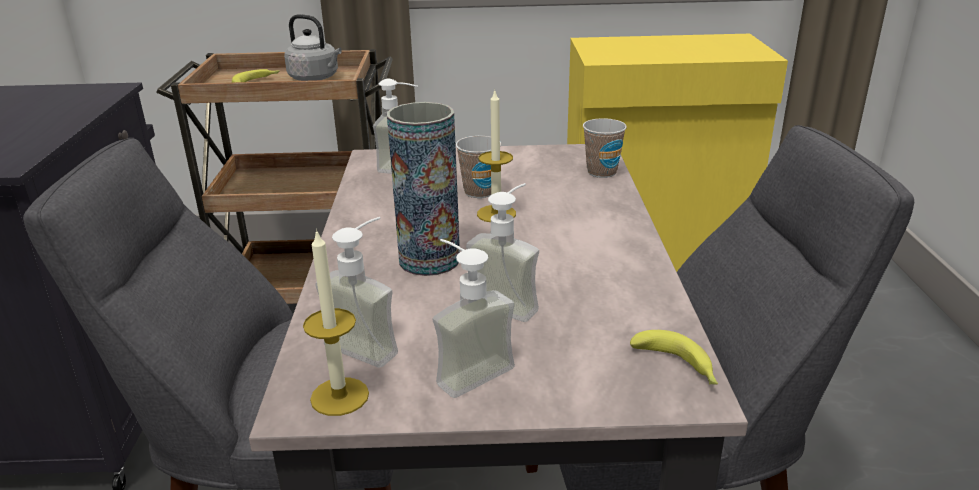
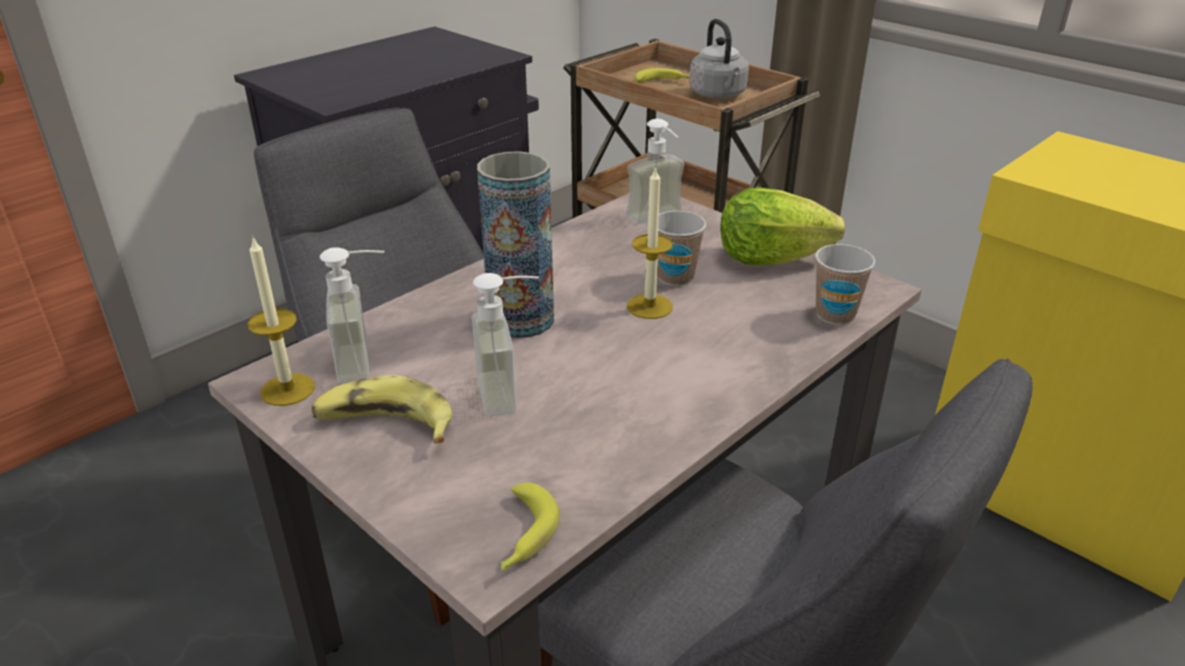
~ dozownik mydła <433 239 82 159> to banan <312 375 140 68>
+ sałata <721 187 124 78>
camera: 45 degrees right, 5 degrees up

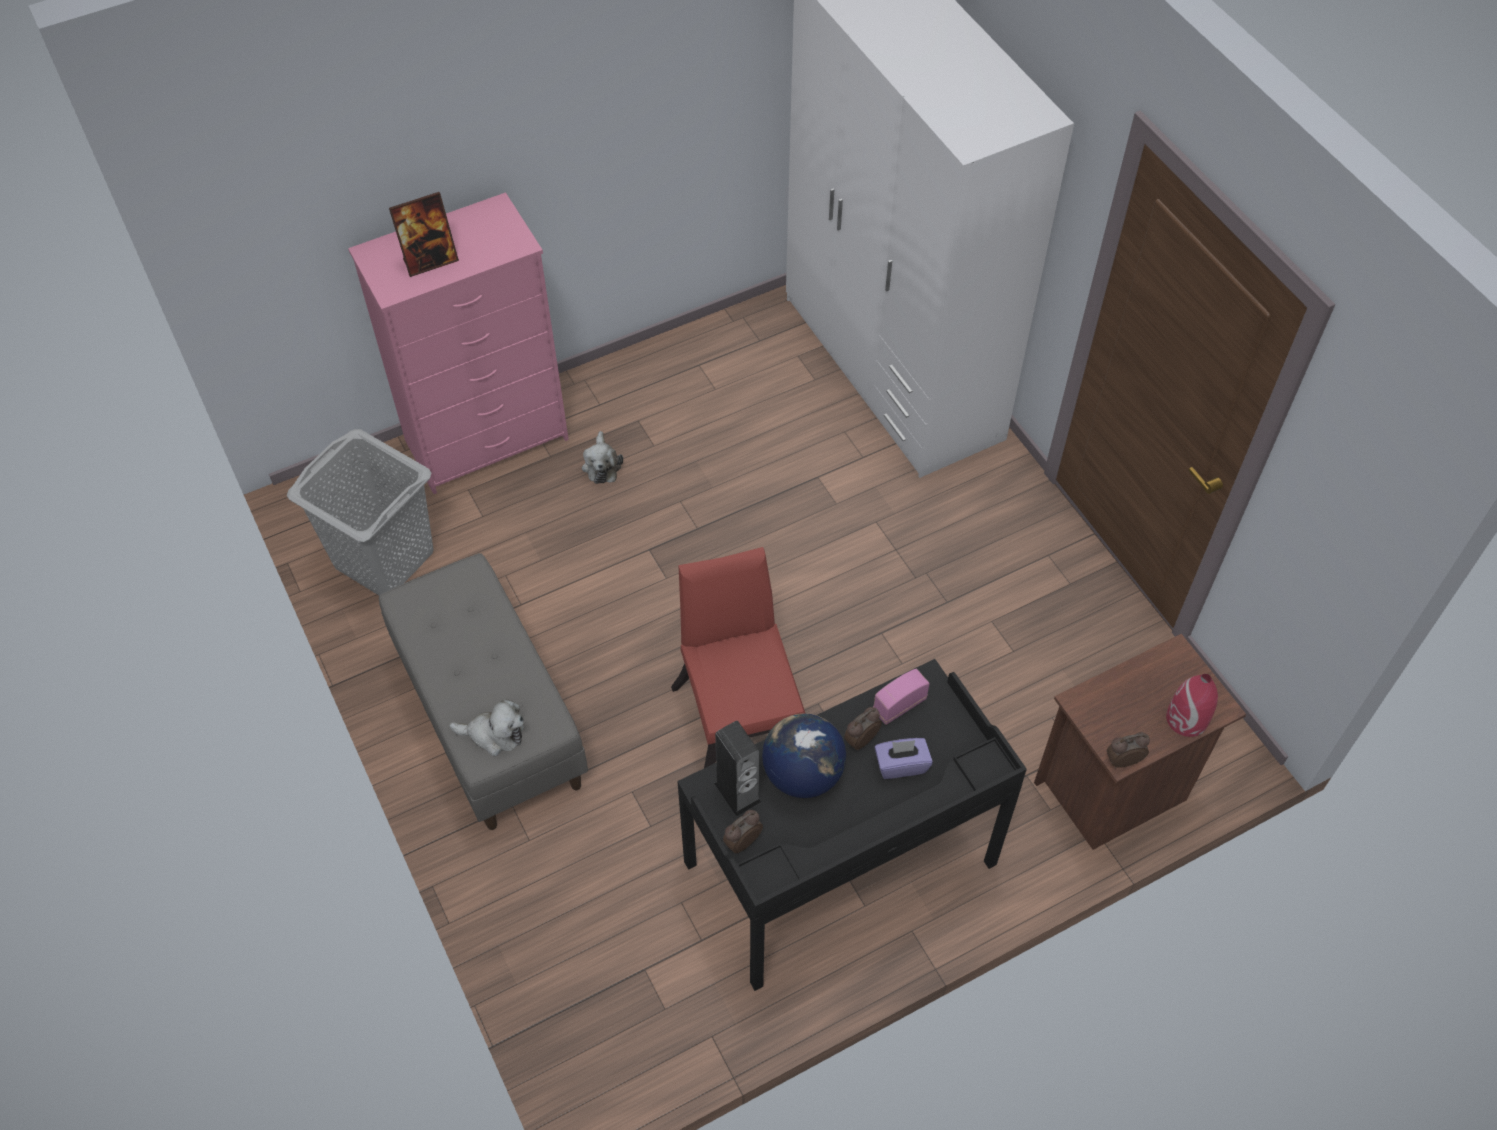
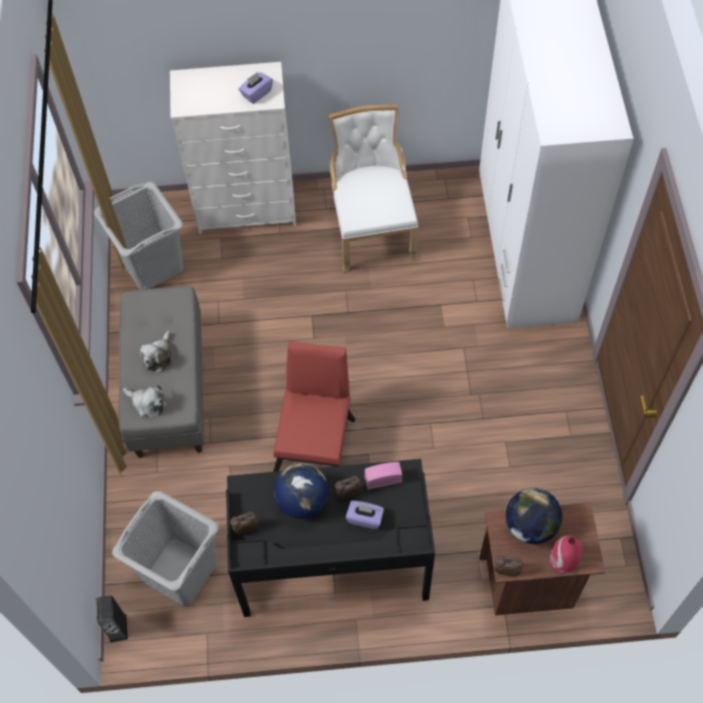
~ komoda [różowy] <348 192 221 302> to komoda [biały] <170 62 126 172>
- ramka na zdjęcie <389 192 70 85>
~ pluszak <582 431 41 53> to <140 330 32 43>
~ głośnik <714 721 48 95> to <96 595 32 47>
+ pudełko chusteczek [fioletowy] <239 72 34 32>
+ krzesło [biały] <329 105 89 168>
+ globus <506 488 56 56>
+ kosz na pranie [szary] <112 491 107 115>
camera: 25 degrees right, 5 degrees up

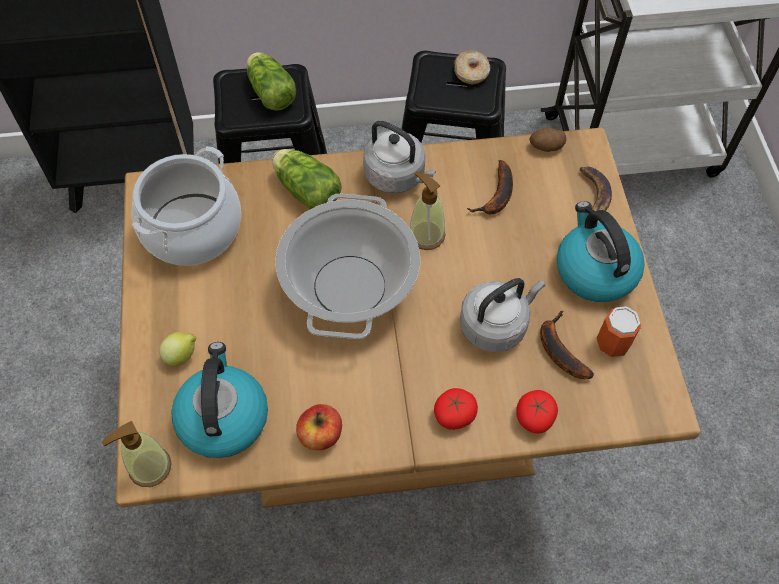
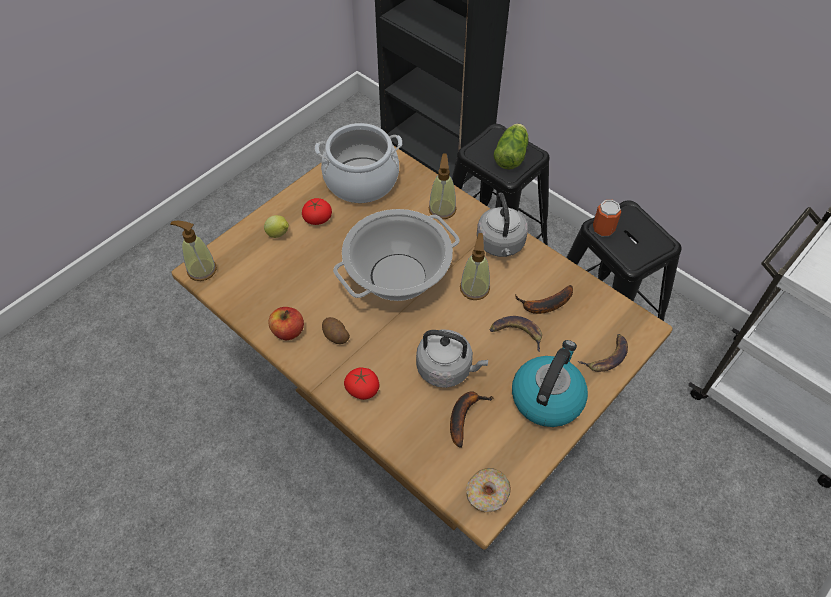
~ donut <454 50 36 35> to <466 468 45 44>
~ ziemniak <530 127 36 25> to <322 317 28 27>
~ sałata <272 149 70 61> to dozownik mydła <429 154 27 65>
~ puszka <597 306 44 51> to <593 200 28 36>
- czajnik <171 342 97 116>
~ pomidor <516 390 42 44> to <302 198 30 27>
+ banan <490 316 52 36>
camera: 50 degrees right, 5 degrees down

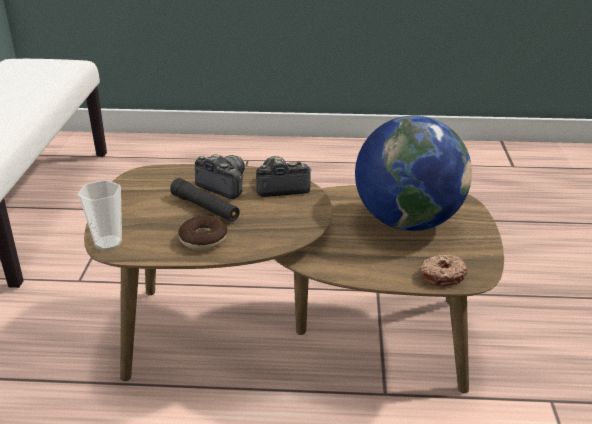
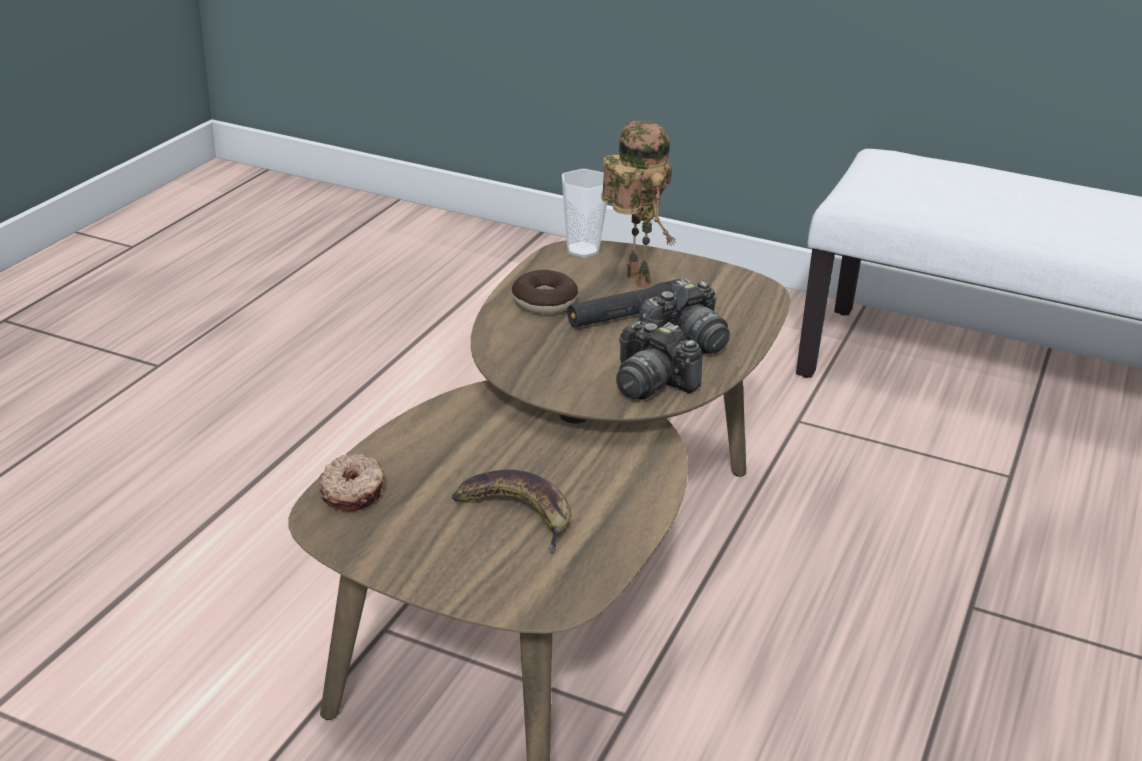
~ globus <355 115 117 116> to banan <452 470 119 84>
~ aparat fotograficzny <256 156 56 41> = <616 321 87 78> 120 degrees clockwise
+ robot zabawkowy <601 121 75 167>
camera: 110 degrees right, 0 degrees up

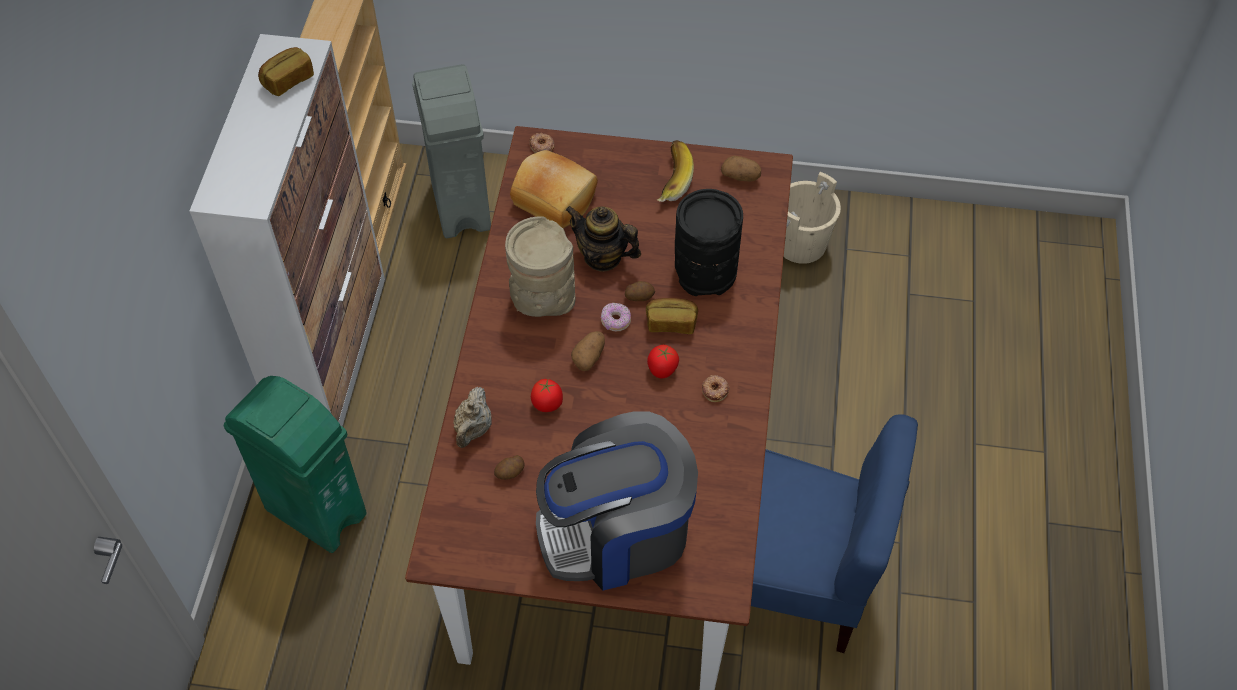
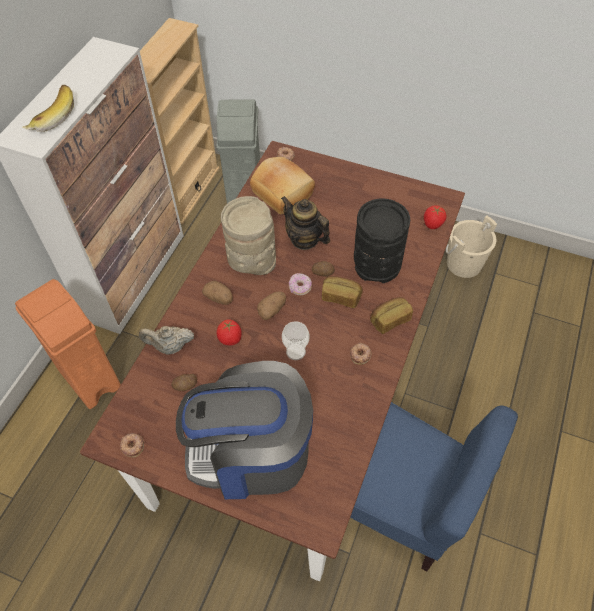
~ chleb <258 47 56 49> to <370 297 43 37>
~ banan <657 140 37 62> to <23 85 51 47>
~ ziemniak <721 156 40 25> to <202 281 31 24>
~ pomidor <647 345 32 33> to <424 205 23 24>
~ kosz na śmieci [zielony] <223 376 144 177> to kosz na śmieci [pomarańczowy] <15 279 106 130>
~ imbryk [beżowy] <453 387 39 61> = <139 326 55 28> 60 degrees clockwise
+ filiżanka <282 321 27 39>
+ donut <120 433 24 25>
camera: 15 degrees right, 0 degrees up

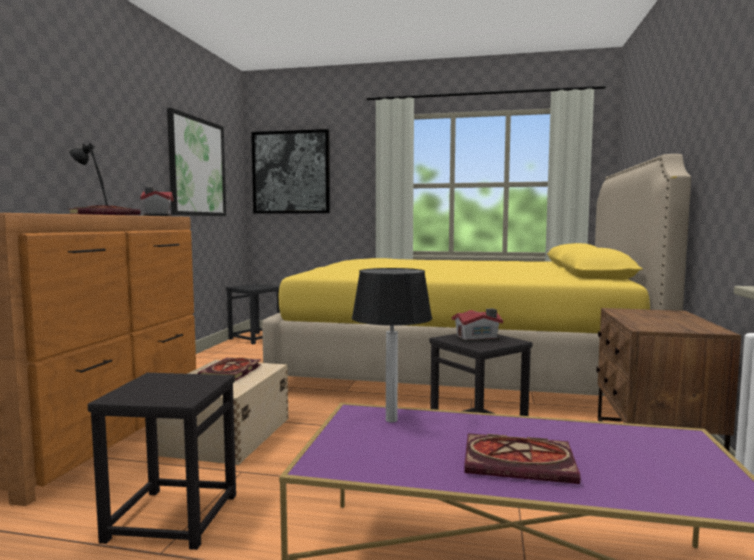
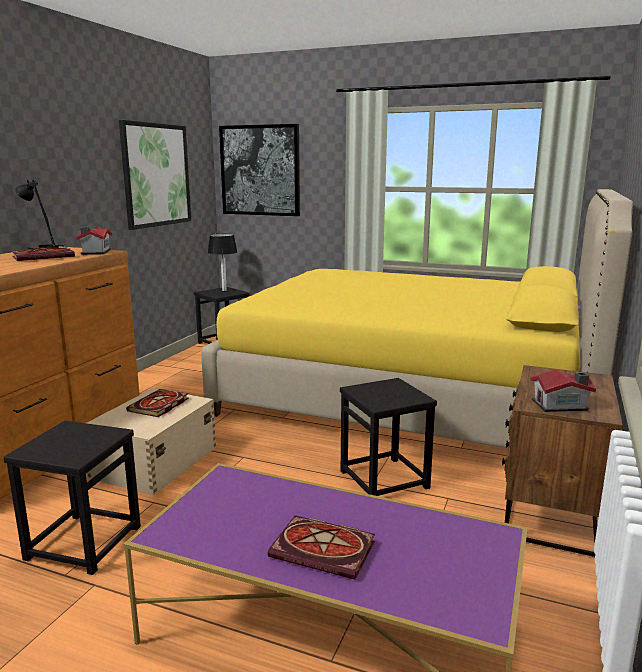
~ lampa stołowa <352 268 80 154> to <208 234 29 57>
~ domek <452 309 51 33> to <530 370 66 42>
camera: 10 degrees right, 10 degrees up

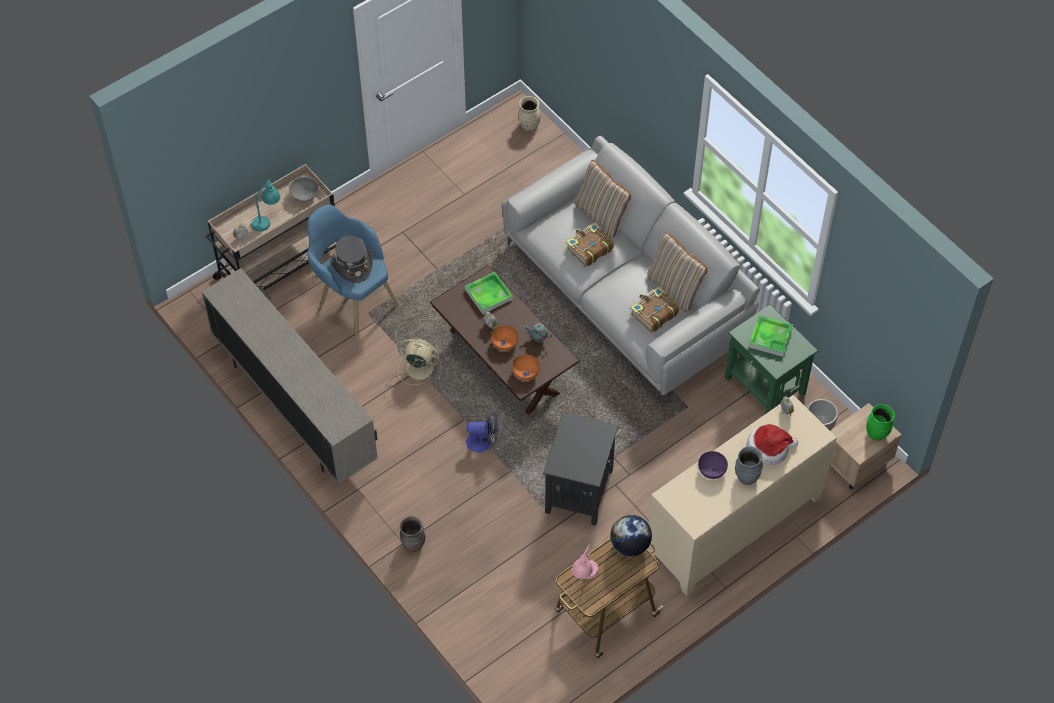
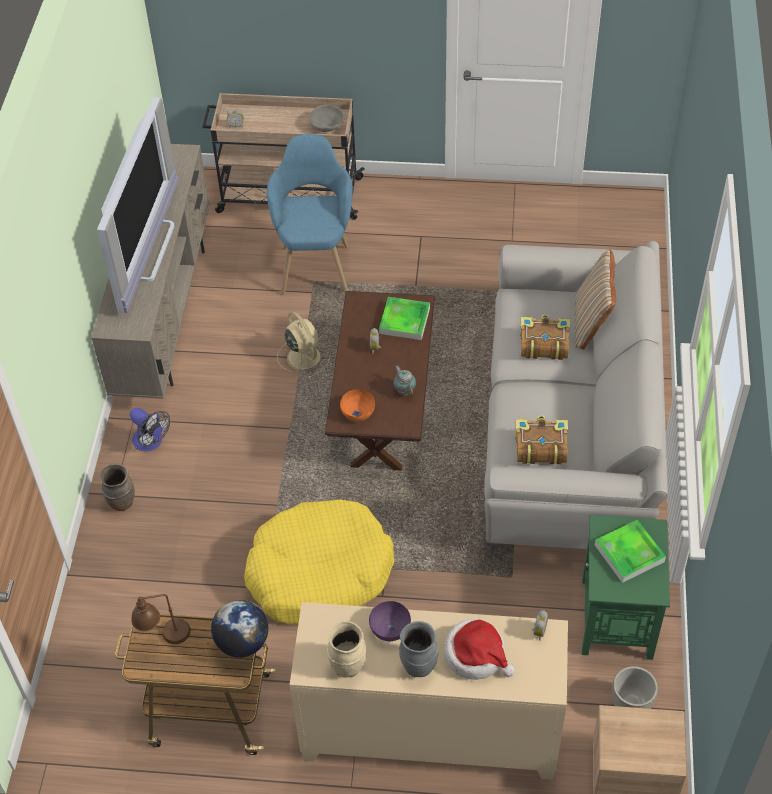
~ wazon [beżowy] <518 96 23 35> to <327 621 40 57>
- lampa stołowa [turkusowy] <251 179 30 53>
- poduszka [beżowy] <647 233 60 79>
- kapelusz [szary] <331 236 42 47>
- miska [pomarańczowy] <491 325 27 26>
- wazon [zielony] <866 404 29 36>
~ wentylator <466 412 32 41> to <130 408 40 44>
~ stolik [czarny] <543 412 75 114> to legowisko [żółty] <244 499 150 125>
~ lampa stołowa [różowy] <572 545 27 34> to lampa stołowa [brązowy] <131 594 60 50>
+ telewizor <97 97 81 216>
camera: 45 degrees right, 5 degrees down

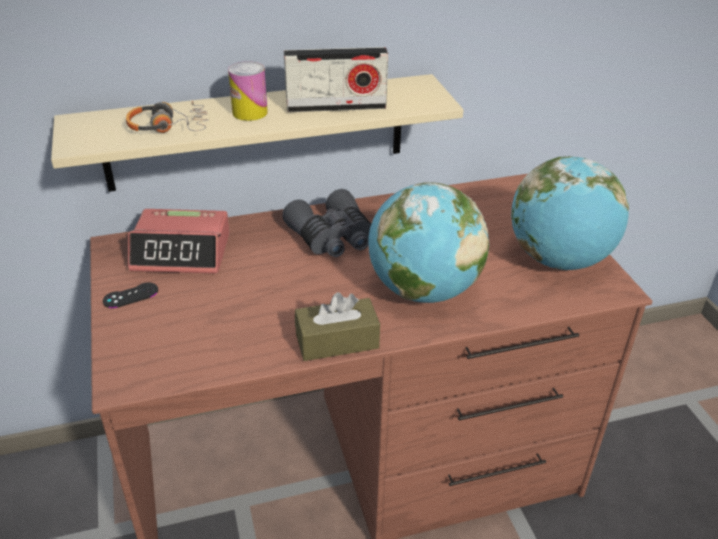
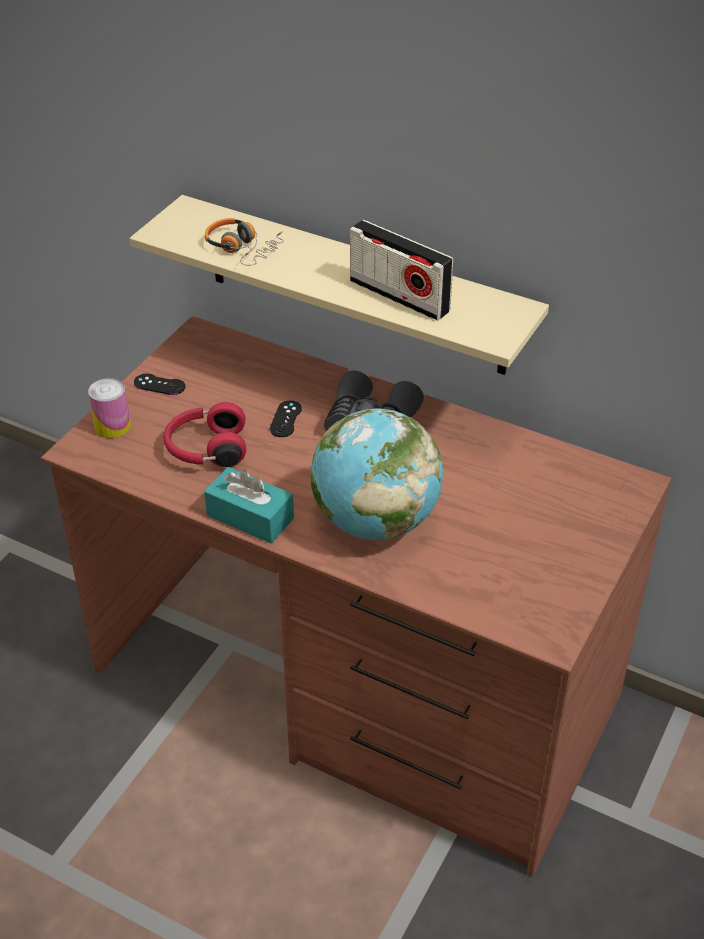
~ puszka <228 61 40 60> to <88 378 43 60>
- globus <511 156 118 114>
- budzik <128 209 102 65>
~ pudełko chusteczek [brązowy] <295 292 85 69> to pudełko chusteczek [turkusowy] <204 467 90 77>
+ pad do gier [czarny] <270 401 32 36>
+ słuchawki [czerwony] <164 402 82 65>
camera: 45 degrees right, 5 degrees up

